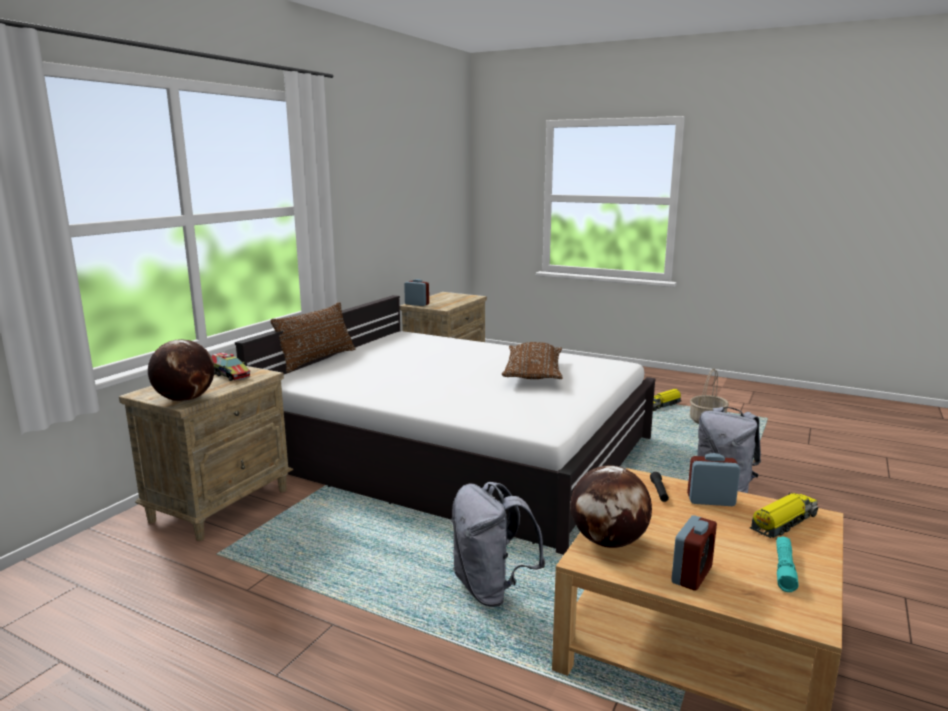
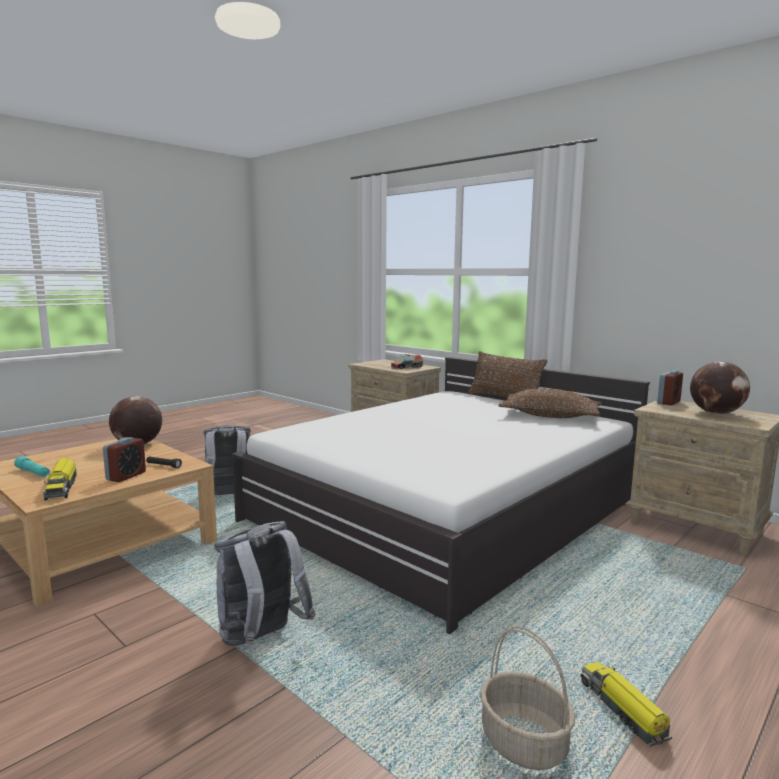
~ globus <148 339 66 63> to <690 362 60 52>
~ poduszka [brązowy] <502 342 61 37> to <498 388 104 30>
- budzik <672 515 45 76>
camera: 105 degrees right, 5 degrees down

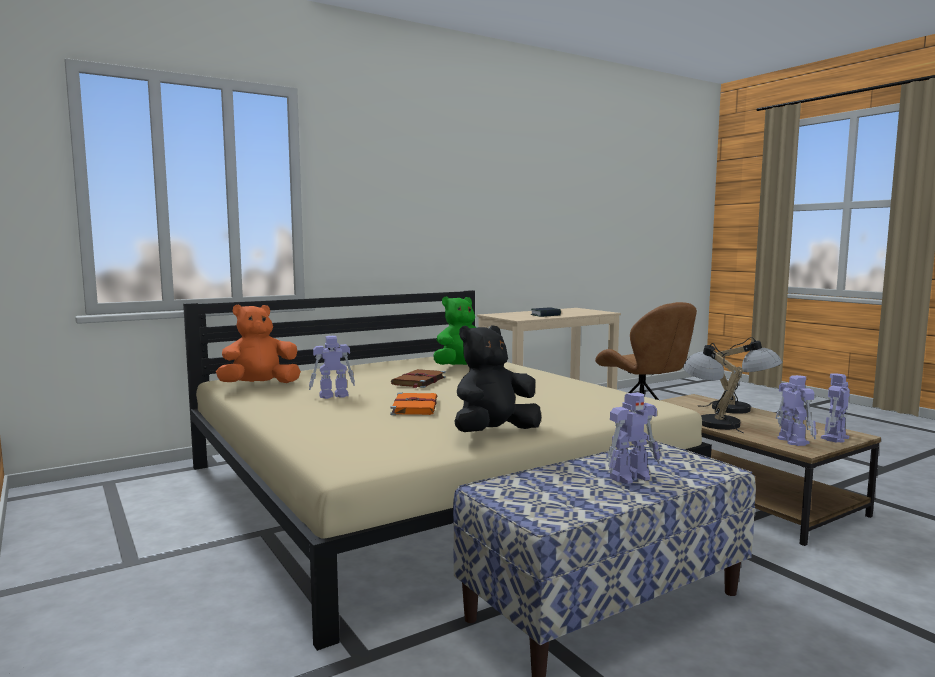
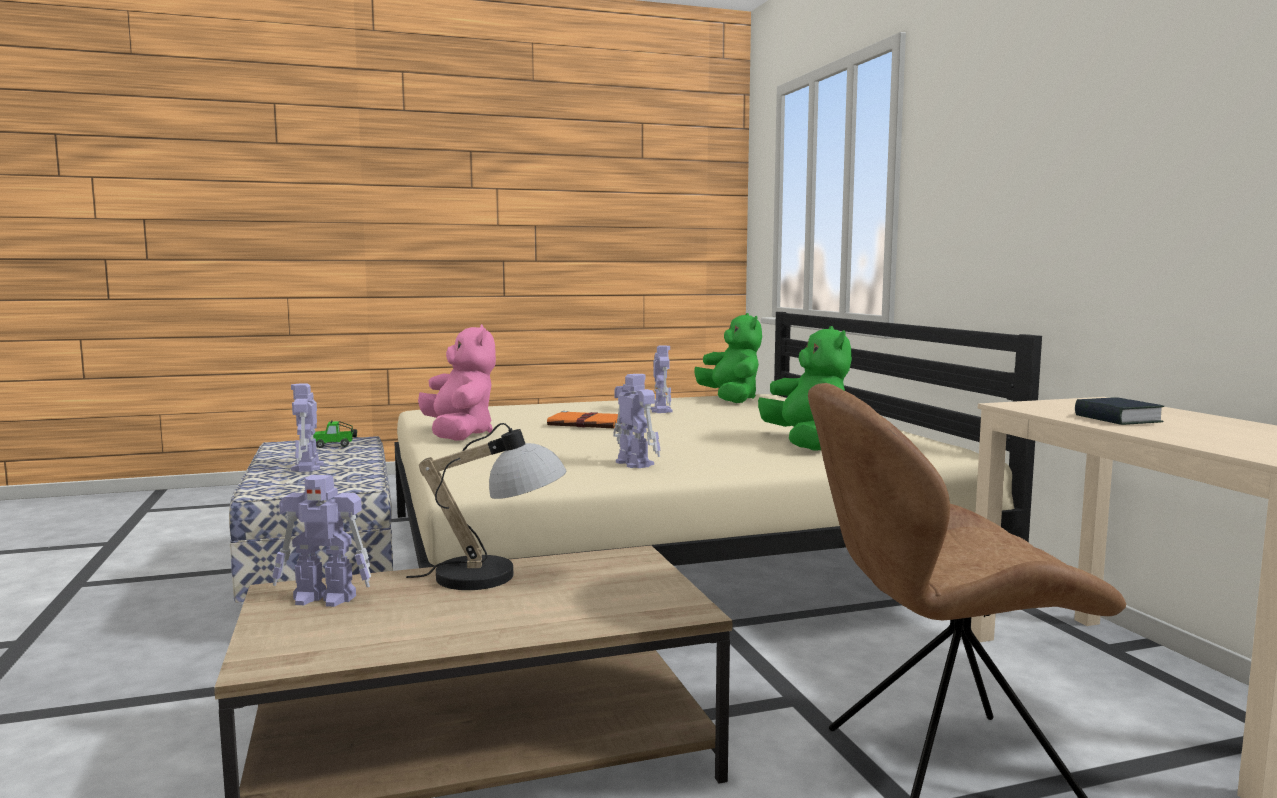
~ pluszak [pomarańczowy] <216 304 85 79> to pluszak [zielony] <694 313 68 90>
~ pluszak [czarny] <454 325 87 107> to pluszak [różowy] <418 324 78 117>
- lampa stołowa <698 337 84 77>
- książka [brązowy] <391 369 55 19>
~ robot zabawkowy <821 373 29 70> to <613 374 48 94>
+ samochodzik <313 420 44 28>
camera: 105 degrees right, 0 degrees up

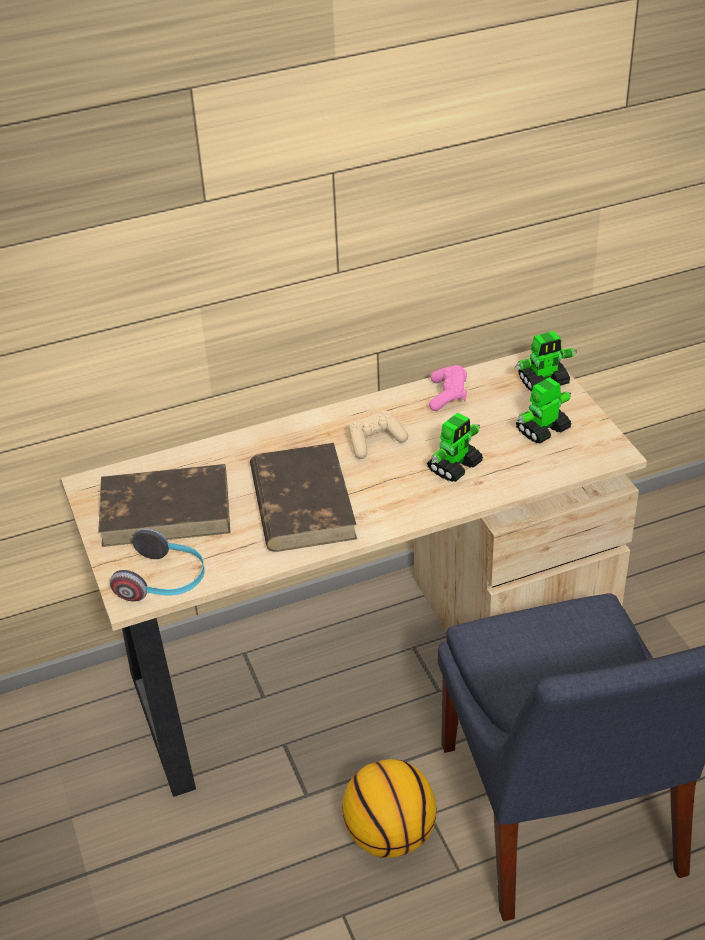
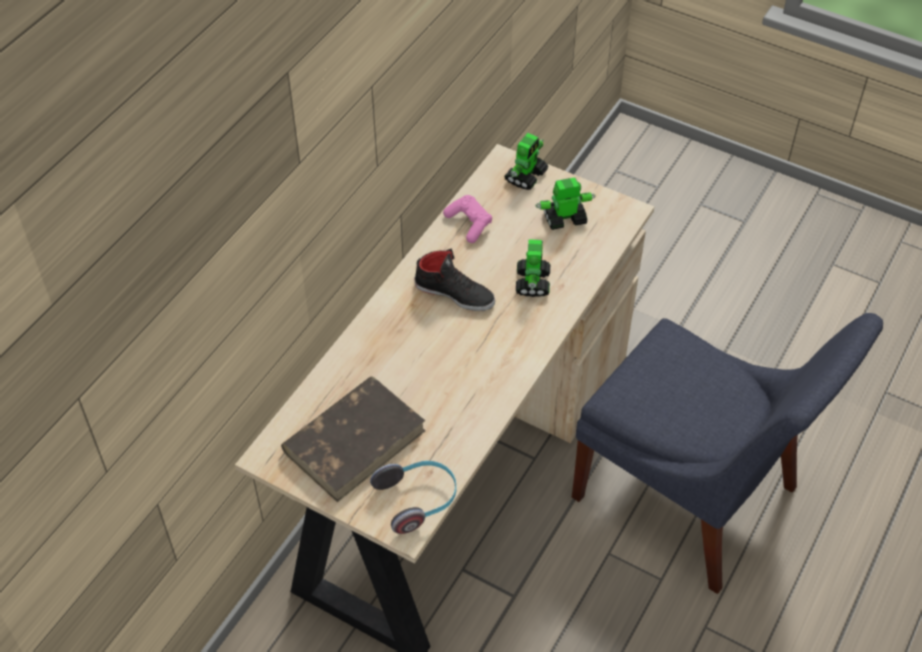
~ robot zabawkowy <516 377 55 66> = <535 178 61 52> 60 degrees clockwise
~ pad do gier [beżowy] <349 411 59 48> to but [czarny] <415 249 80 62>
- książka [brązowy] <250 443 107 109>
- piłka do koszykówki <342 759 95 99>
camera: 40 degrees left, 10 degrees up

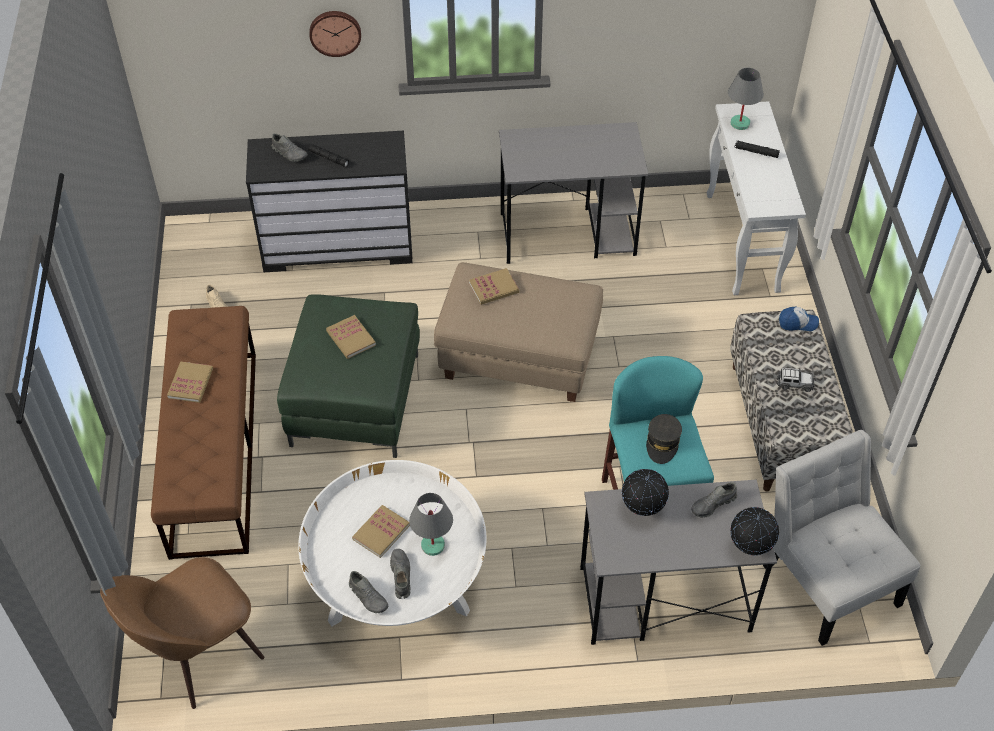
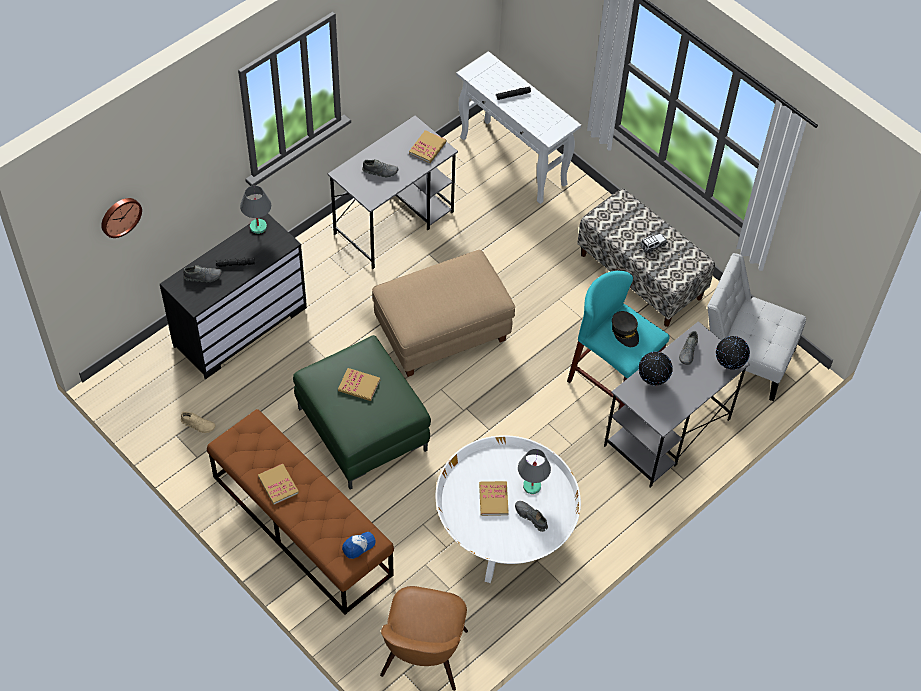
~ zegar ścienny <309 11 52 46> to <101 198 41 40>
~ lampa stołowa [szary] <728 68 36 62> to <240 185 31 49>
~ książka <469 268 50 37> to <409 130 37 33>
~ czapka z daszkiem <779 307 40 24> to <342 532 34 27>
~ but [szary] <349 571 39 42> to <362 159 36 19>
camera: 40 degrees left, 5 degrees up

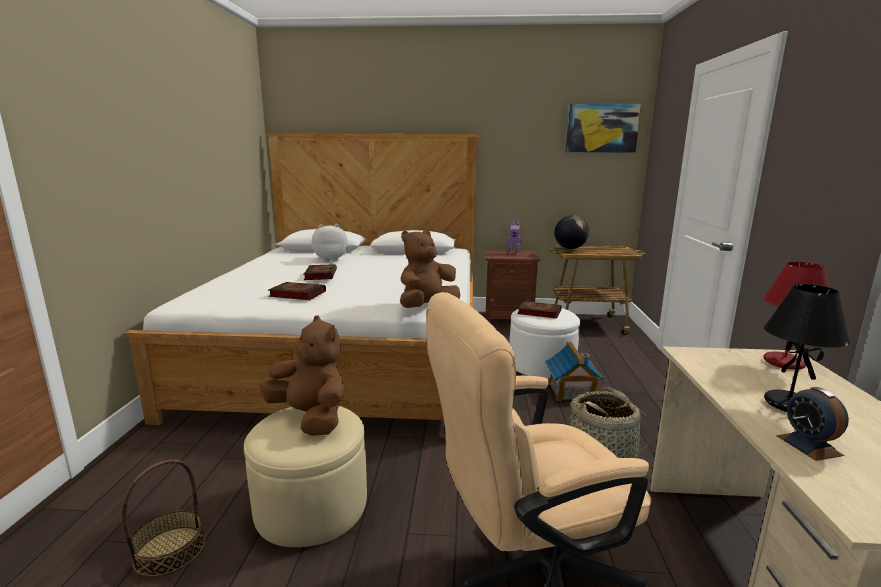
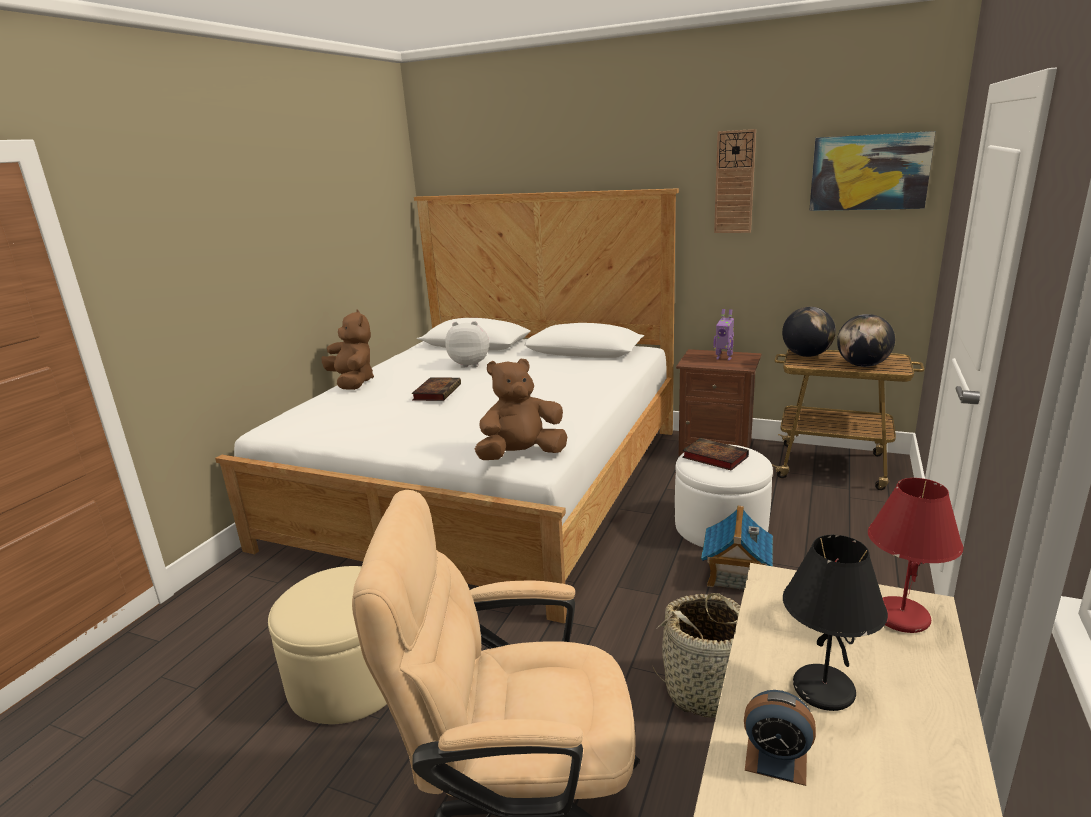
- książka <268 282 58 18>
~ pluszak [brązowy] <260 315 84 121> to <322 309 52 81>
~ budzik <776 387 73 74> = <744 690 72 96> 75 degrees counterclockwise
- koszyk <122 459 83 118>
+ zegar ścienny <714 129 42 104>
+ globus <837 314 58 53>
camera: 20 degrees right, 5 degrees up

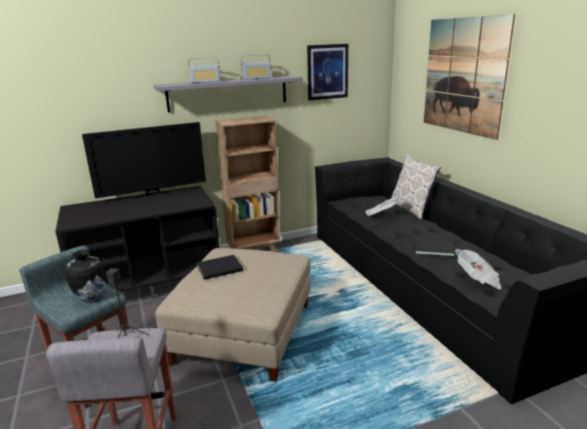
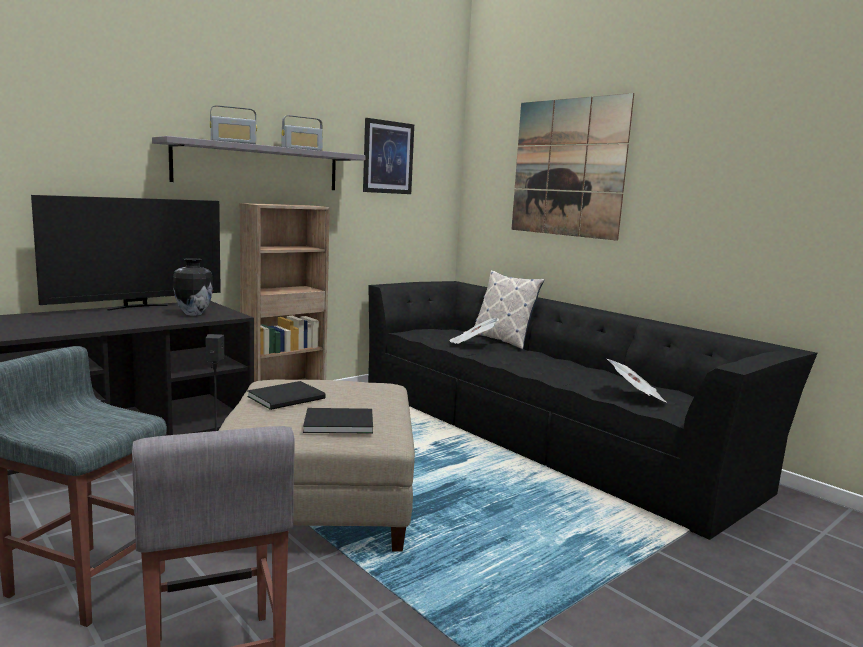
~ książka [czarny] <414 238 41 19> to <303 408 70 26>
~ wazon <65 250 39 52> to <173 258 40 58>
camera: 20 degrees left, 10 degrees down

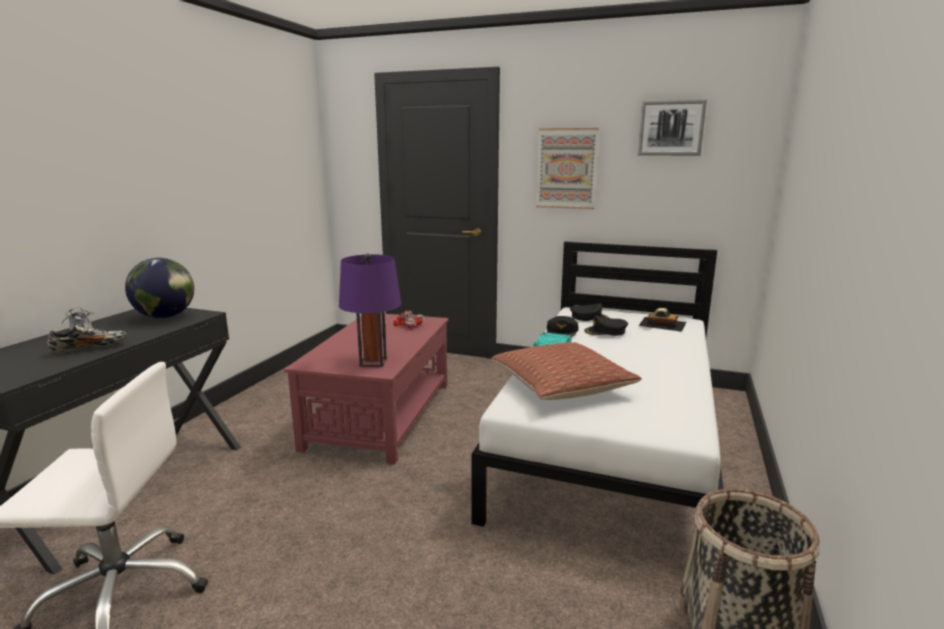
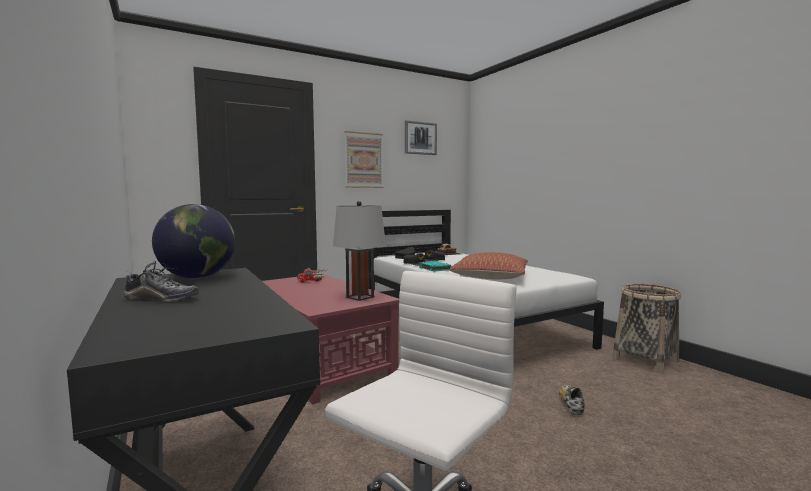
~ lampa stołowa [fioletowy] <339 254 62 113> to lampa stołowa [szary] <333 201 53 100>
~ but <47 325 80 29> to <559 385 26 30>
camera: 50 degrees left, 10 degrees down

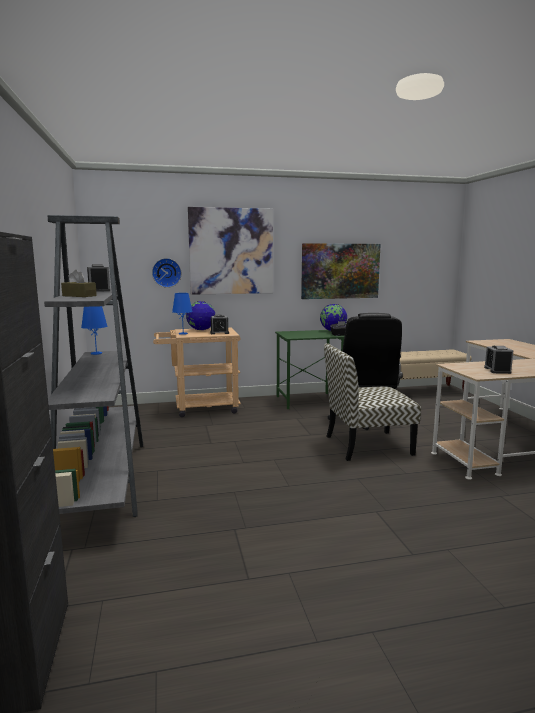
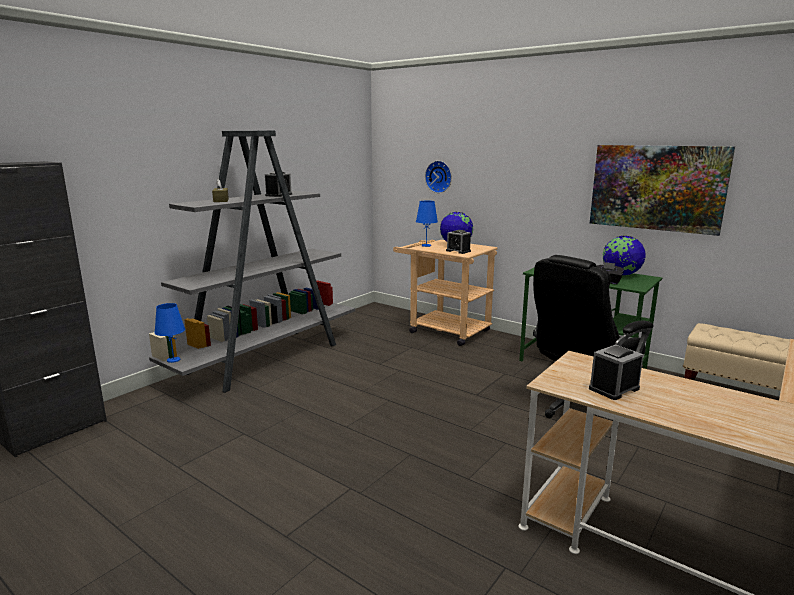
- obraz <188 207 85 88>
~ lampa stołowa [niebieski] <81 306 27 49> to <154 303 31 60>
- krzesło <324 343 97 118>
camera: 50 degrees right, 5 degrees up

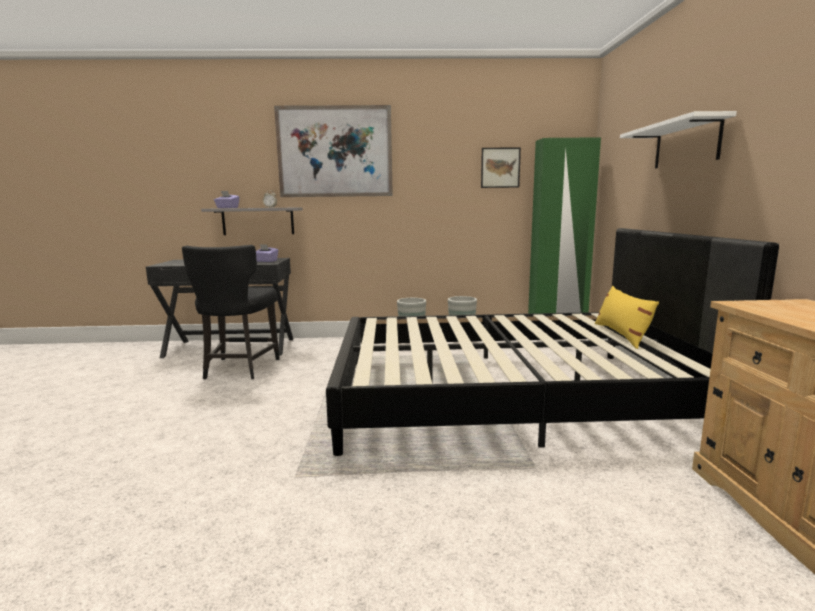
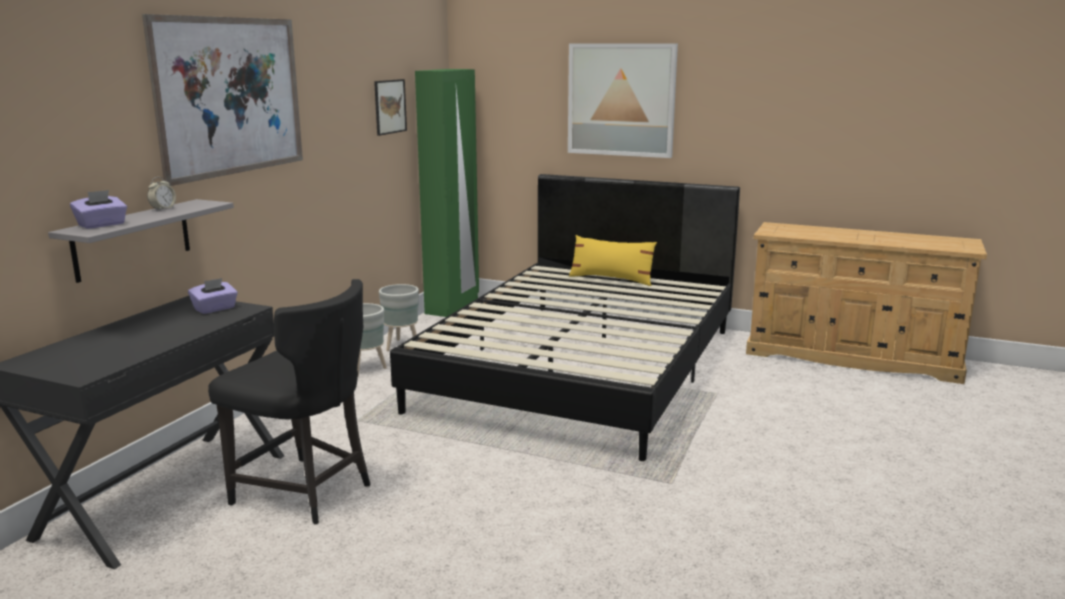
~ półka [biały] <620 111 117 57> to obraz <568 43 110 115>
camera: 65 degrees left, 5 degrees up

